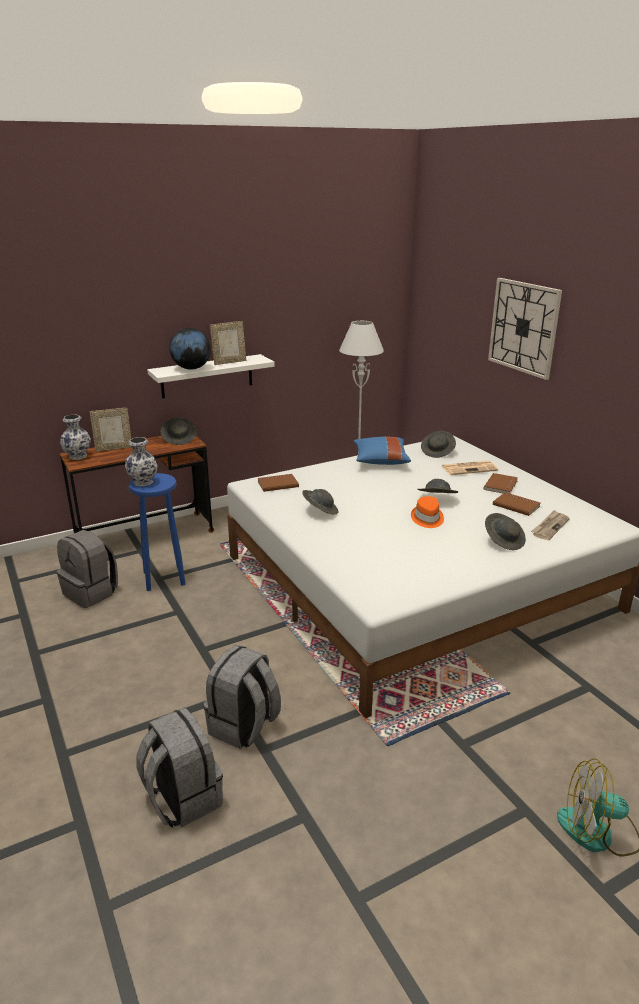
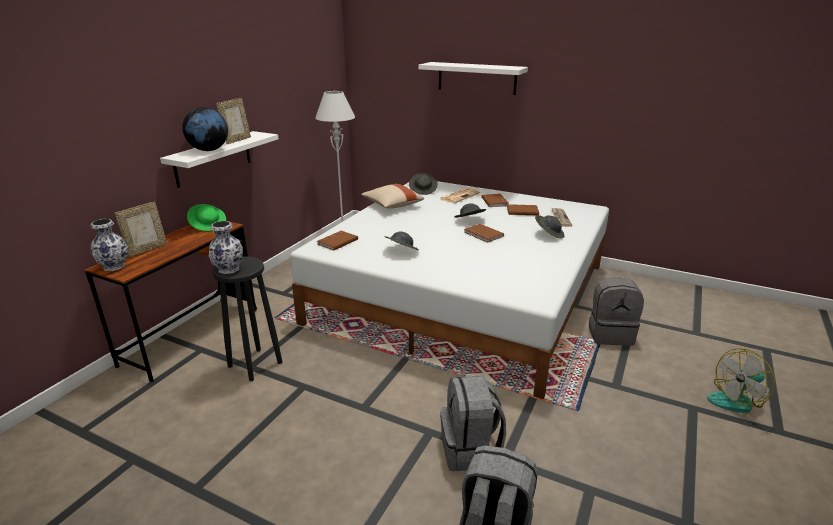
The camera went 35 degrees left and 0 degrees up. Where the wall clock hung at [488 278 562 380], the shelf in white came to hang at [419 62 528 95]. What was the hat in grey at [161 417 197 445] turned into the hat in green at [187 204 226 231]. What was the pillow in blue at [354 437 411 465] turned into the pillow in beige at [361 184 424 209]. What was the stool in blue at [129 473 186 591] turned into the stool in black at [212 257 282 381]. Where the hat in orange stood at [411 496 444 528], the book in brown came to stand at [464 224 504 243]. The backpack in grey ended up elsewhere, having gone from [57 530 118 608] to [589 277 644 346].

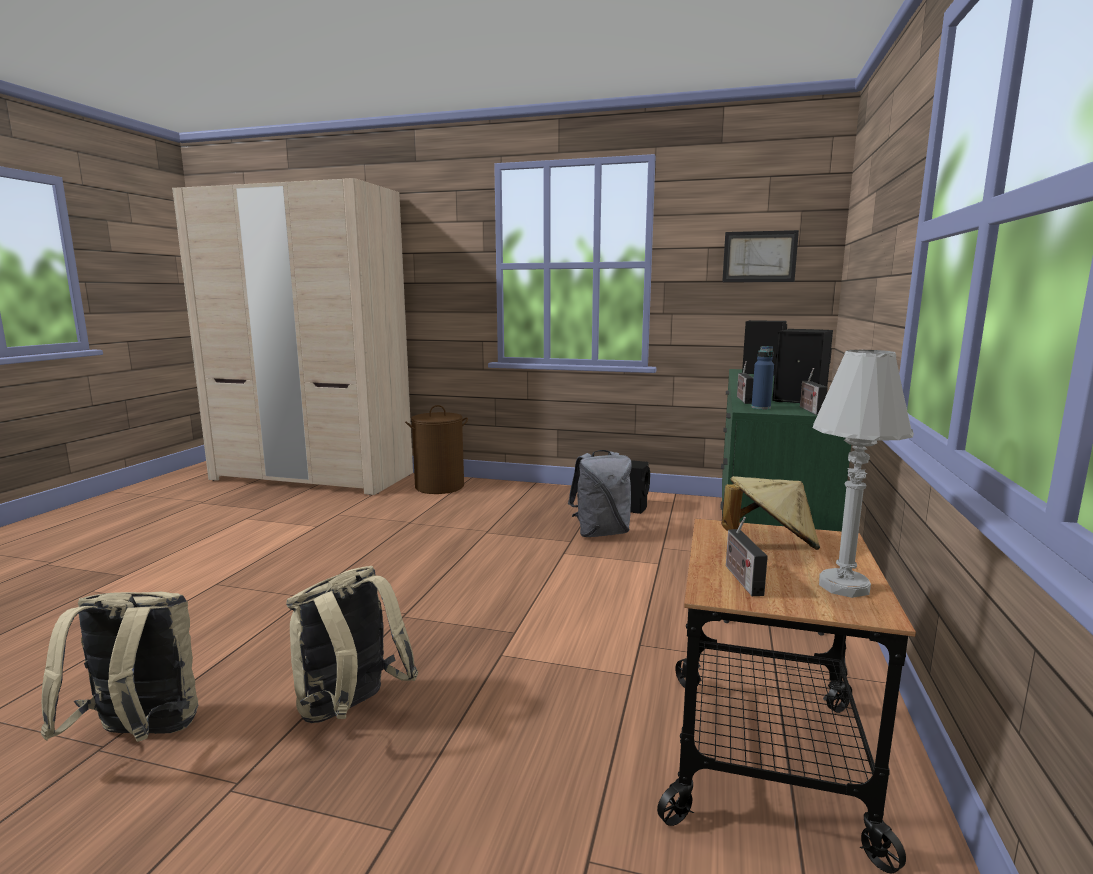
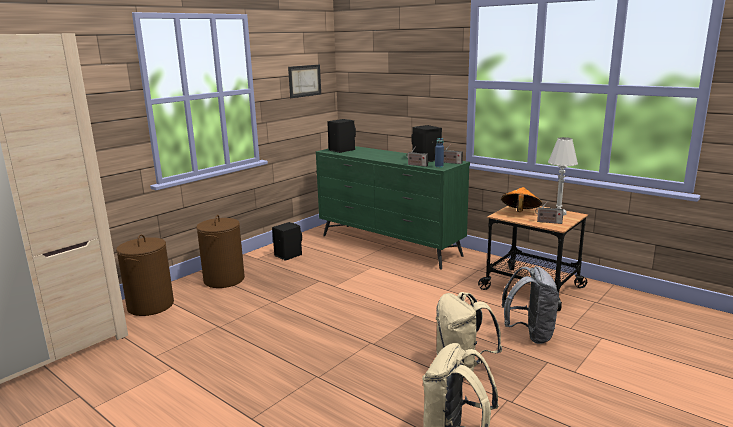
The camera went 65 degrees left and 5 degrees up. The backpack in grey ended up elsewhere, having gone from [568 450 632 537] to [502 266 559 344]. What was the hat in beige at [722 476 820 550] turned into the hat in orange at [501 187 542 212]. The second view gained the laundry basket in brown at [196 215 245 288].

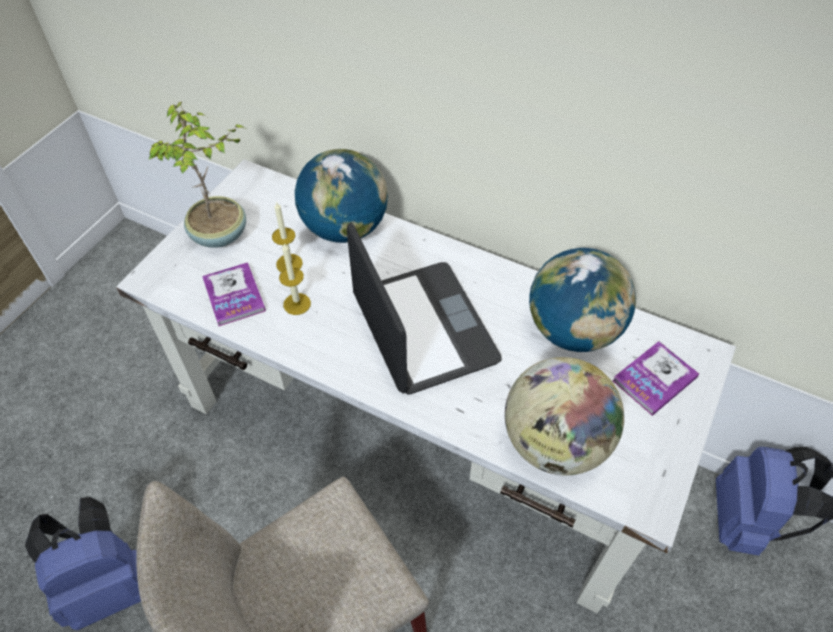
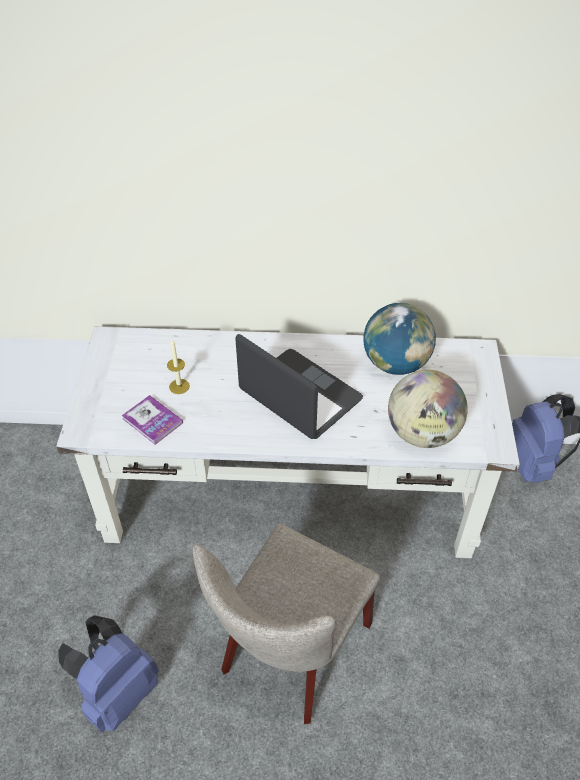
The camera went 25 degrees left and 5 degrees down. The second view lost the potted plant at [148 102 247 247]. The second view lost the globe at [295 149 388 243]. The second view lost the candle at [279 243 311 315]. The second view lost the book at [612 341 699 416].

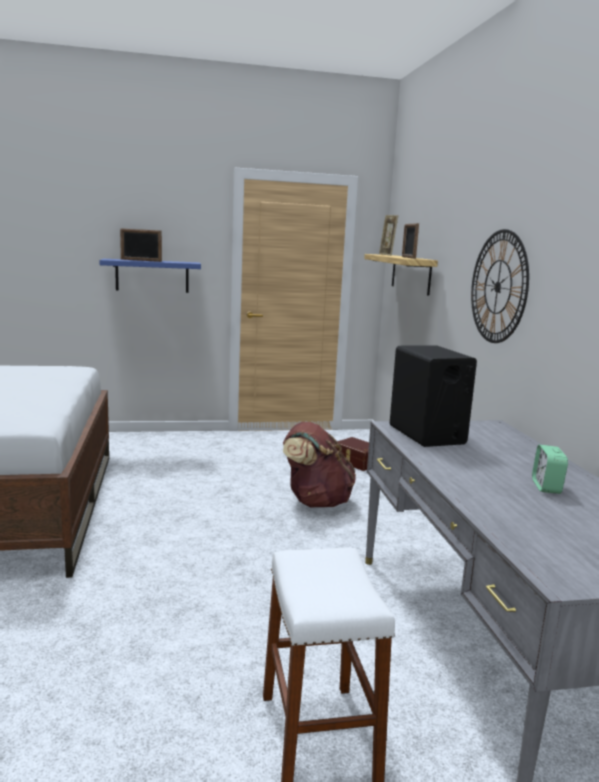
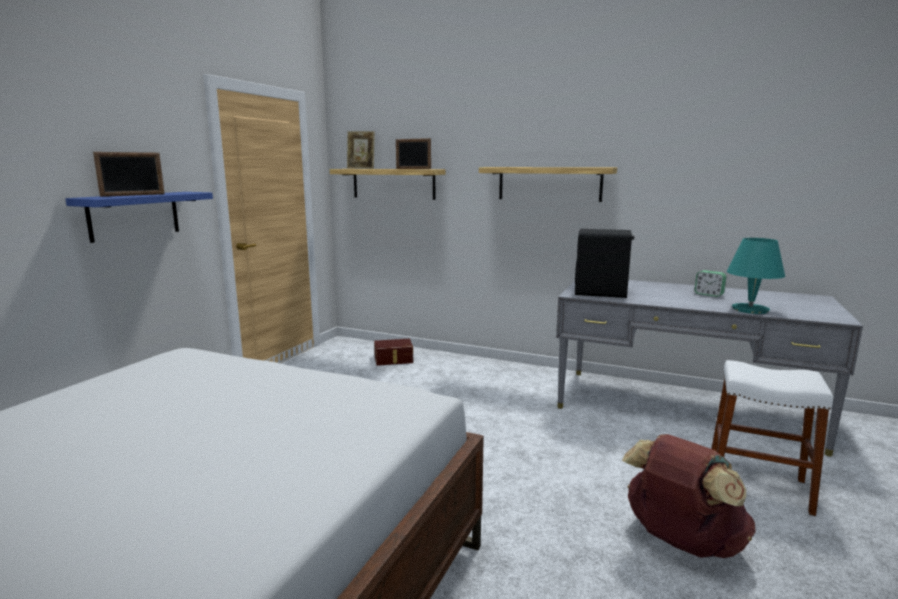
The camera went 55 degrees left and 0 degrees up. Where the wall clock hung at [471 229 529 343], the shelf came to hang at [479 167 617 202]. The backpack in brown ended up elsewhere, having gone from [283 422 356 507] to [622 434 755 558]. The second view gained the table lamp in turquoise at [727 238 785 314].

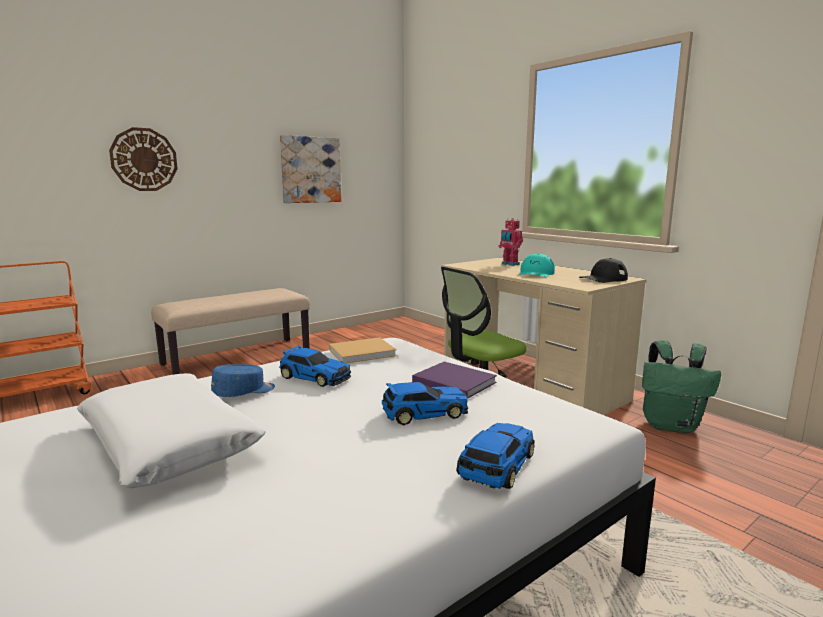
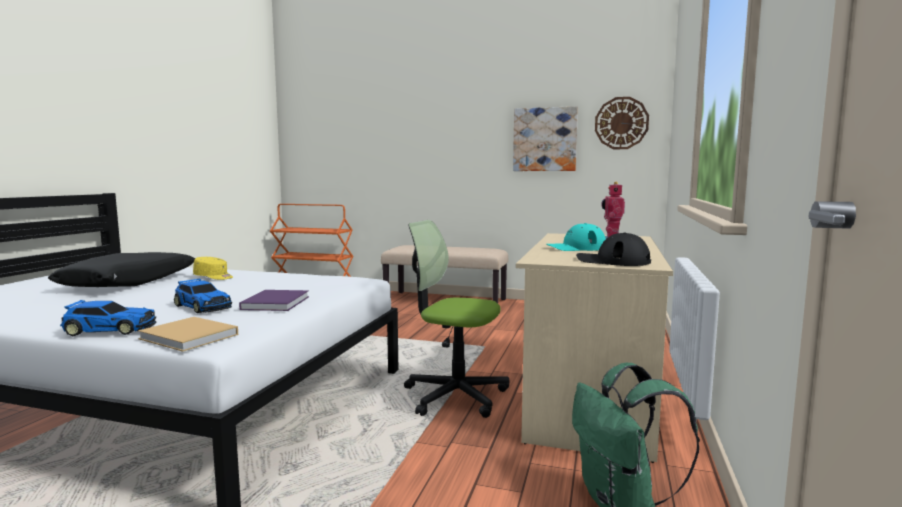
The camera went 55 degrees right and 5 degrees down. The wall clock ended up elsewhere, having gone from [109 127 178 191] to [595 97 649 149]. The book in beige ended up elsewhere, having gone from [329 337 397 363] to [138 317 238 352]. The second view lost the toy car at [279 345 351 387]. What was the cap in blue at [211 364 275 397] turned into the cap in yellow at [193 257 233 280]. What was the pillow in white at [77 373 266 488] turned into the pillow in black at [48 252 195 287].

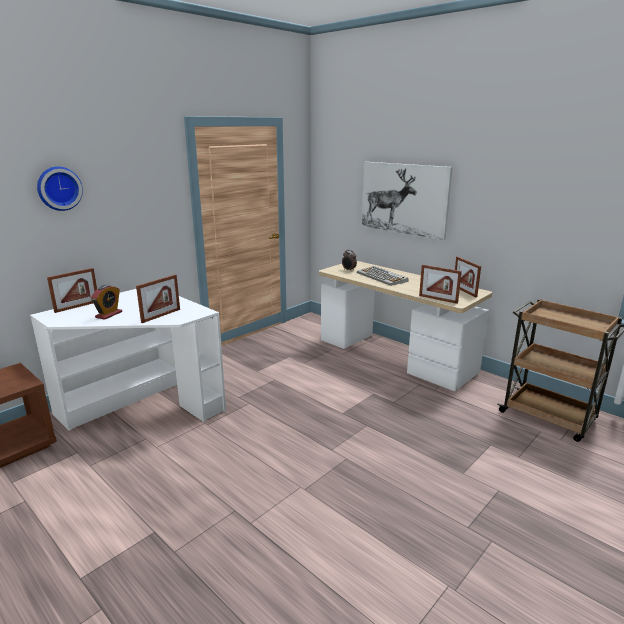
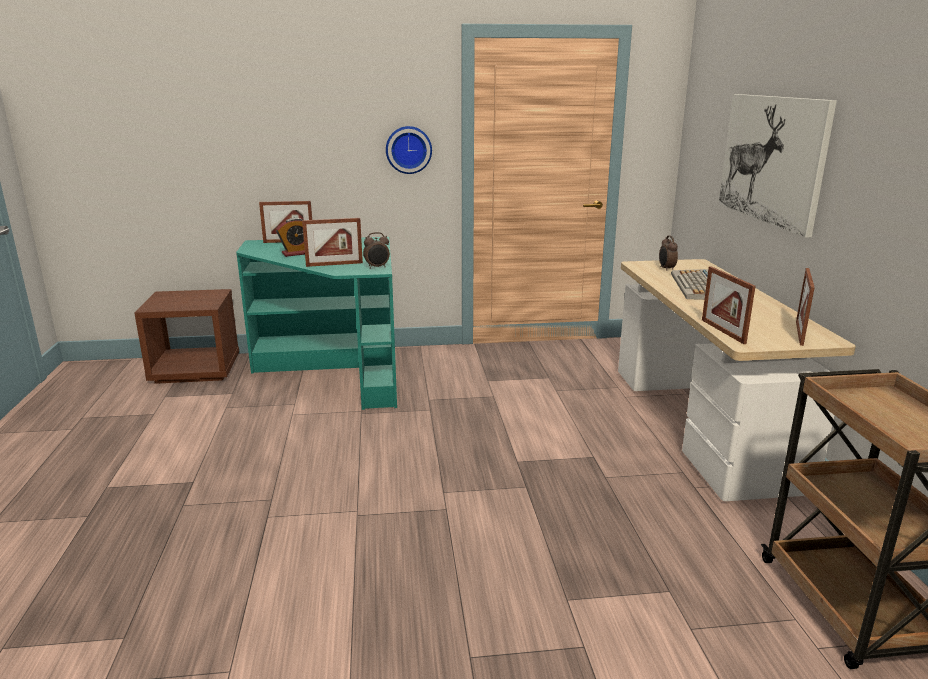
The camera went 40 degrees right and 0 degrees up. The wall clock ended up elsewhere, having gone from [37 166 83 211] to [386 126 432 174]. What was the desk in white at [30 289 226 431] turned into the desk in turquoise at [236 237 397 410]. The second view gained the alarm clock at [363 232 390 269].

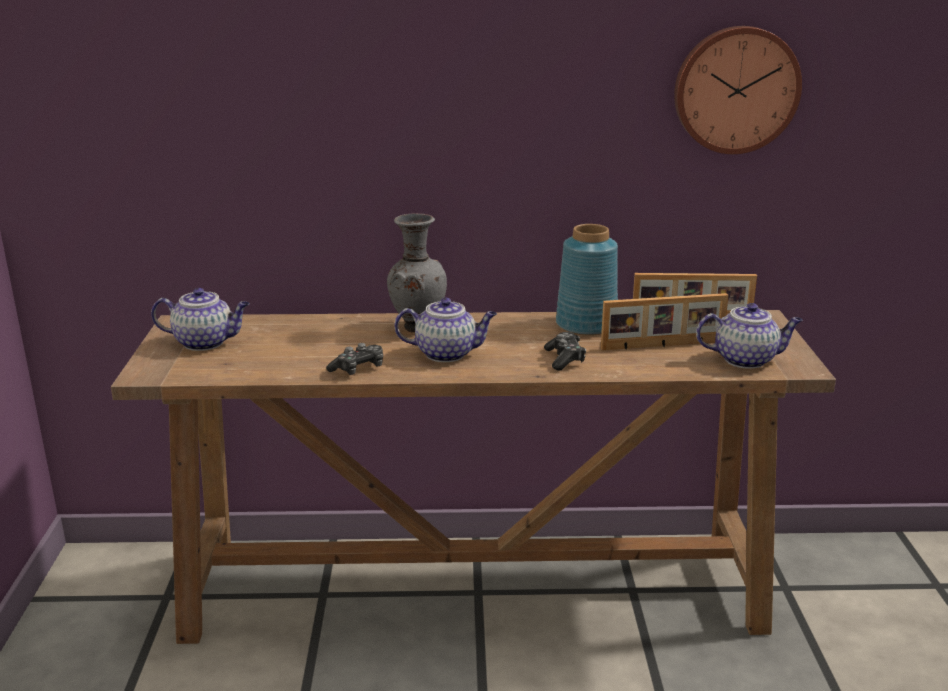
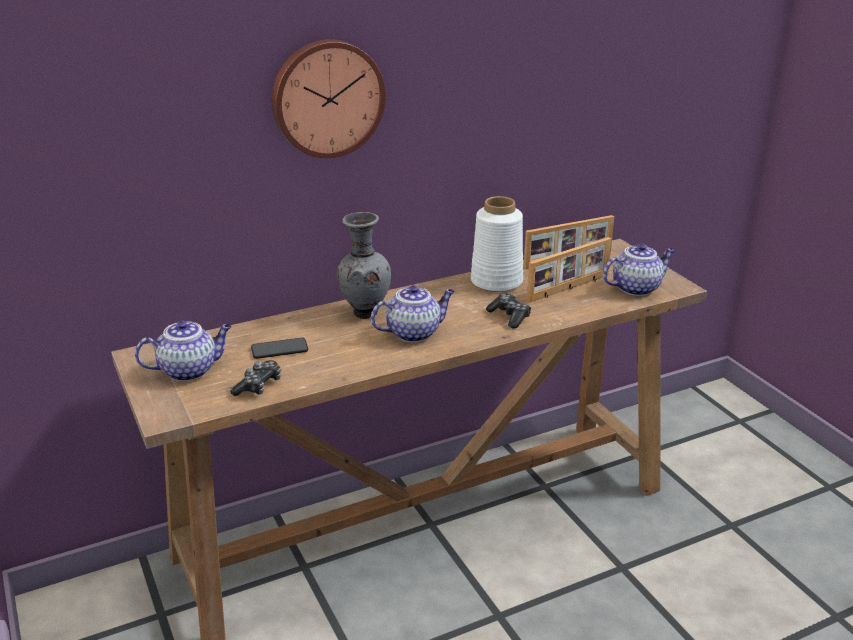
The camera went 25 degrees left and 5 degrees up. The wall clock ended up elsewhere, having gone from [674 26 802 154] to [272 39 386 158]. What was the vase in blue at [556 224 618 336] turned into the vase in white at [471 196 523 292]. The game controller ended up elsewhere, having gone from [326 343 383 375] to [230 360 281 396]. The second view gained the phone at [251 338 308 359].

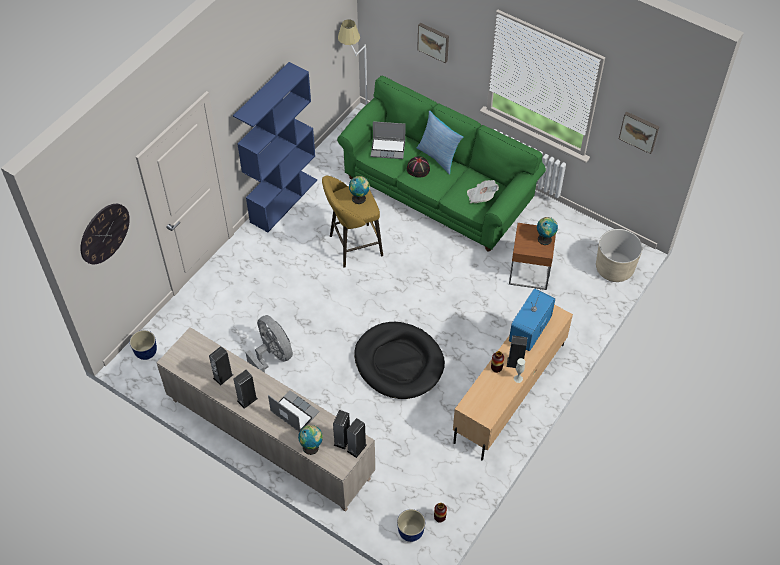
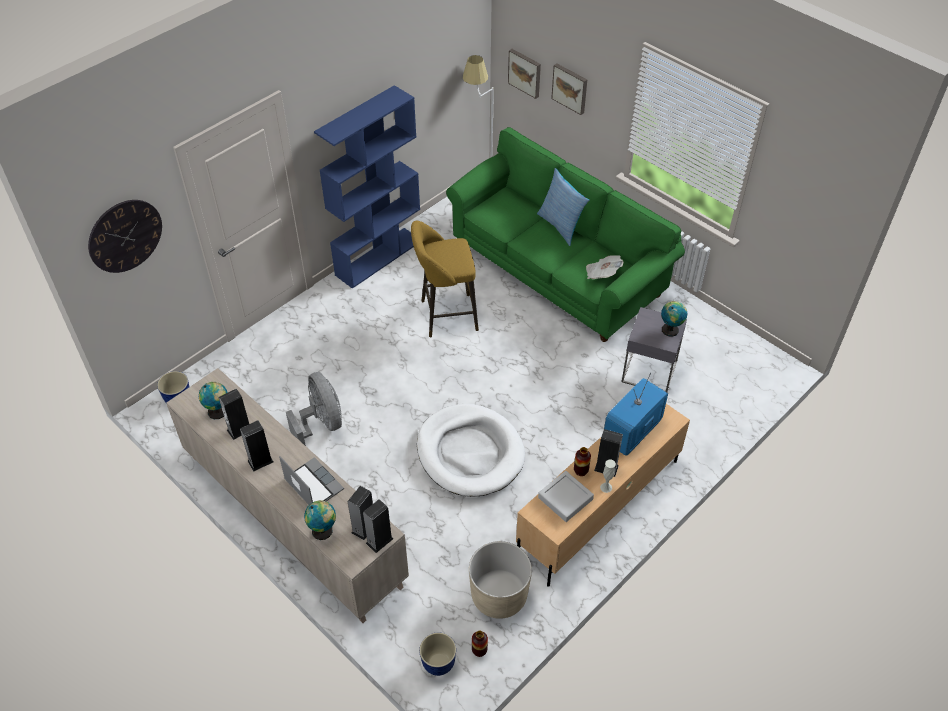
The camera went 10 degrees right and 5 degrees down. The picture ended up elsewhere, having gone from [619 112 659 154] to [508 49 541 99]. The second view lost the laptop at [371 121 406 159]. The second view lost the hat in black at [407 156 430 178]. The globe ended up elsewhere, having gone from [349 176 370 204] to [199 382 228 419]. What was the side table in brown at [509 223 556 290] turned into the side table in grey at [622 307 687 392]. The planter in beige ended up elsewhere, having gone from [596 229 642 282] to [469 541 532 619]. What was the dog bed in black at [354 322 445 399] turned into the dog bed in white at [417 404 525 497]. The second view gained the tray in grey at [538 471 594 522].

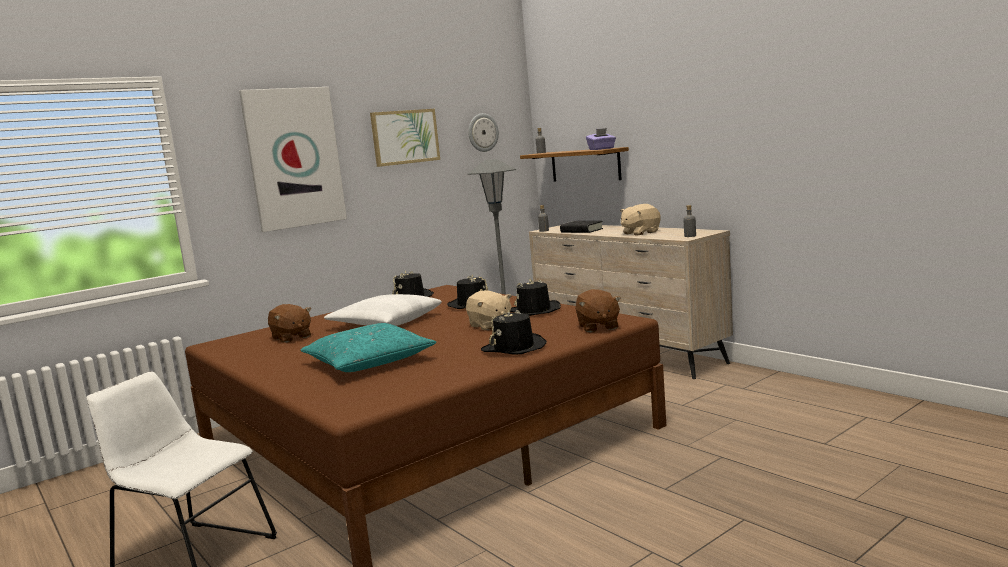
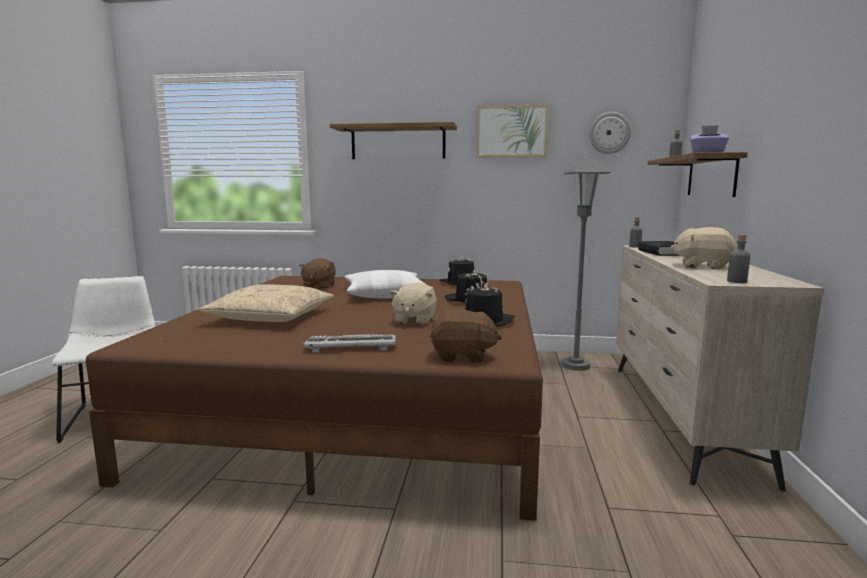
The camera went 45 degrees right and 0 degrees up. Where the picture hung at [239 87 347 232], the shelf came to hang at [330 122 457 159]. The plush toy in brown at [575 289 621 333] ended up facing another way, 120 degrees counterclockwise from before. Where the hat in black stood at [481 310 547 355], the keyboard came to stand at [303 334 396 352]. What was the pillow in turquoise at [300 323 436 372] turned into the pillow in beige at [199 284 334 322].

